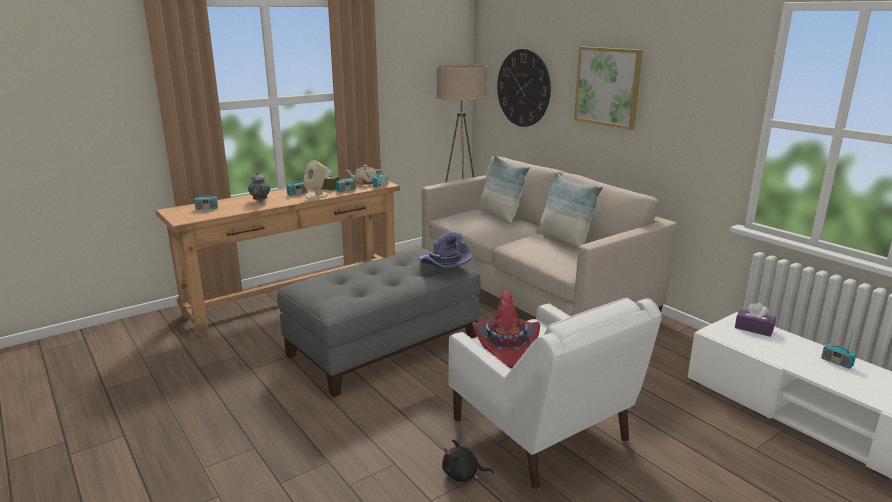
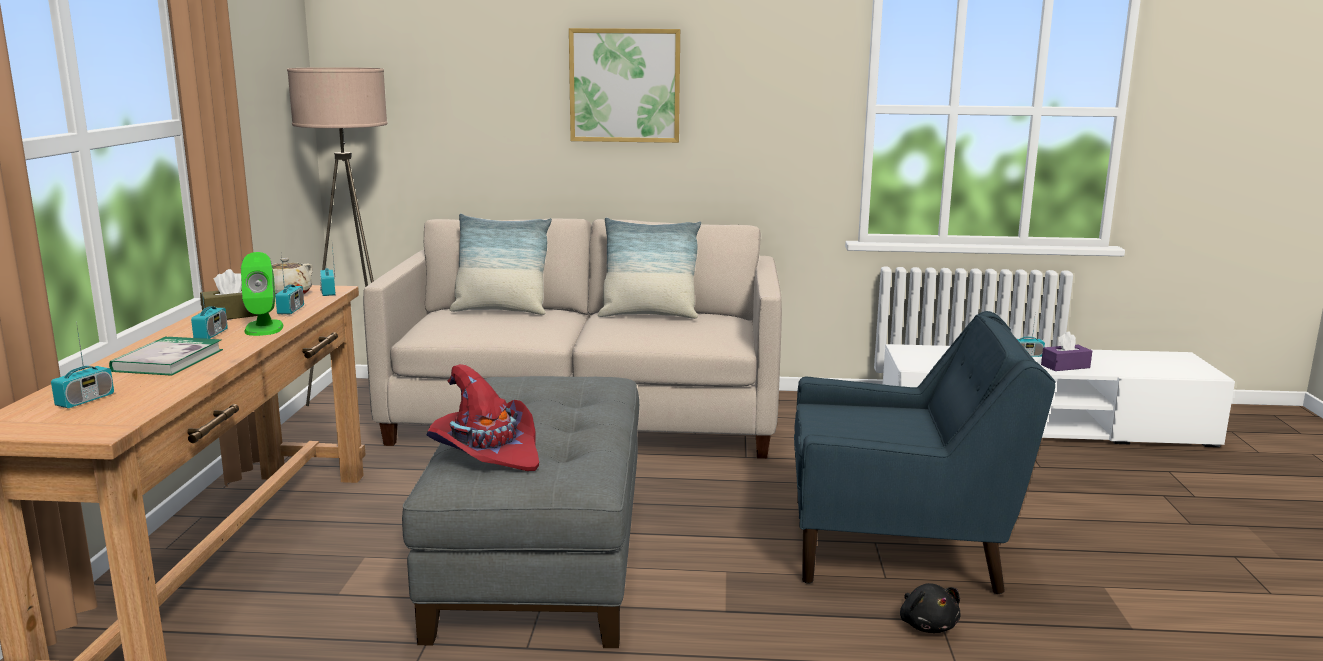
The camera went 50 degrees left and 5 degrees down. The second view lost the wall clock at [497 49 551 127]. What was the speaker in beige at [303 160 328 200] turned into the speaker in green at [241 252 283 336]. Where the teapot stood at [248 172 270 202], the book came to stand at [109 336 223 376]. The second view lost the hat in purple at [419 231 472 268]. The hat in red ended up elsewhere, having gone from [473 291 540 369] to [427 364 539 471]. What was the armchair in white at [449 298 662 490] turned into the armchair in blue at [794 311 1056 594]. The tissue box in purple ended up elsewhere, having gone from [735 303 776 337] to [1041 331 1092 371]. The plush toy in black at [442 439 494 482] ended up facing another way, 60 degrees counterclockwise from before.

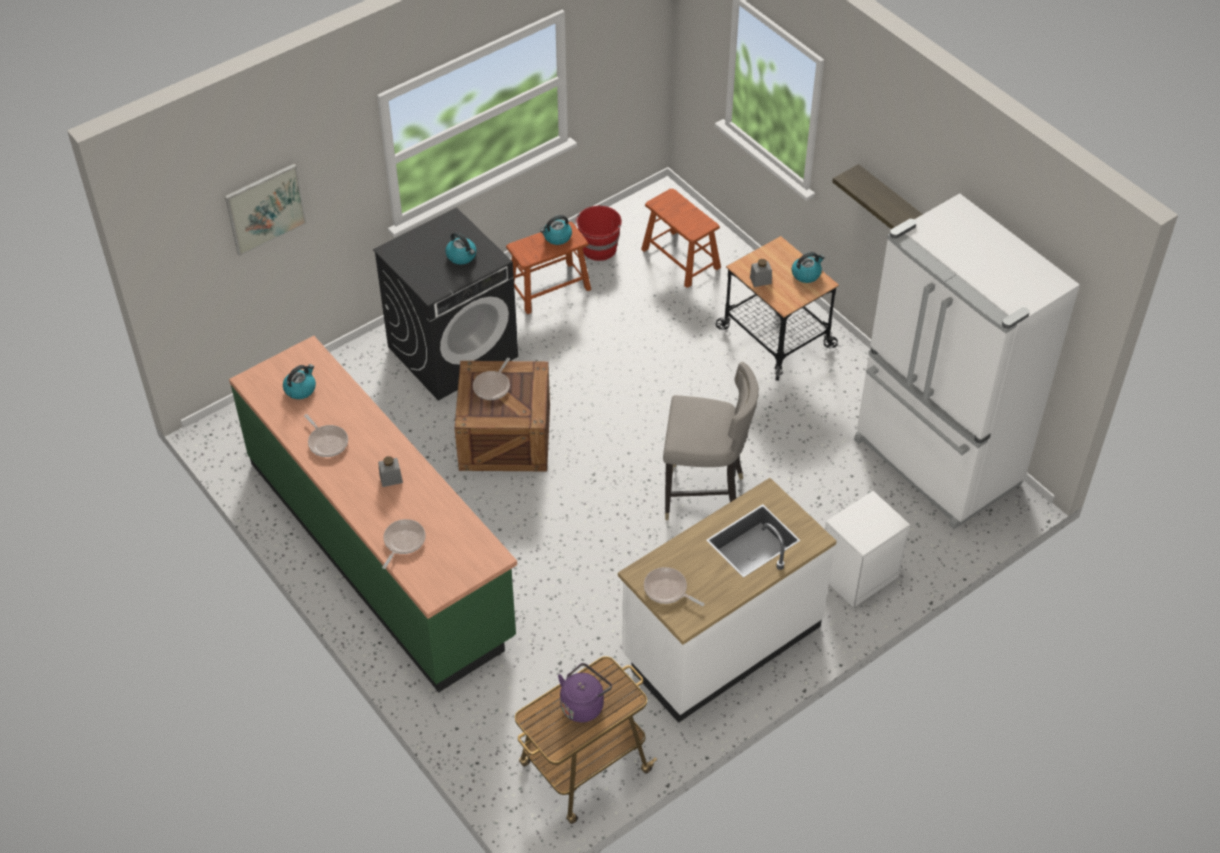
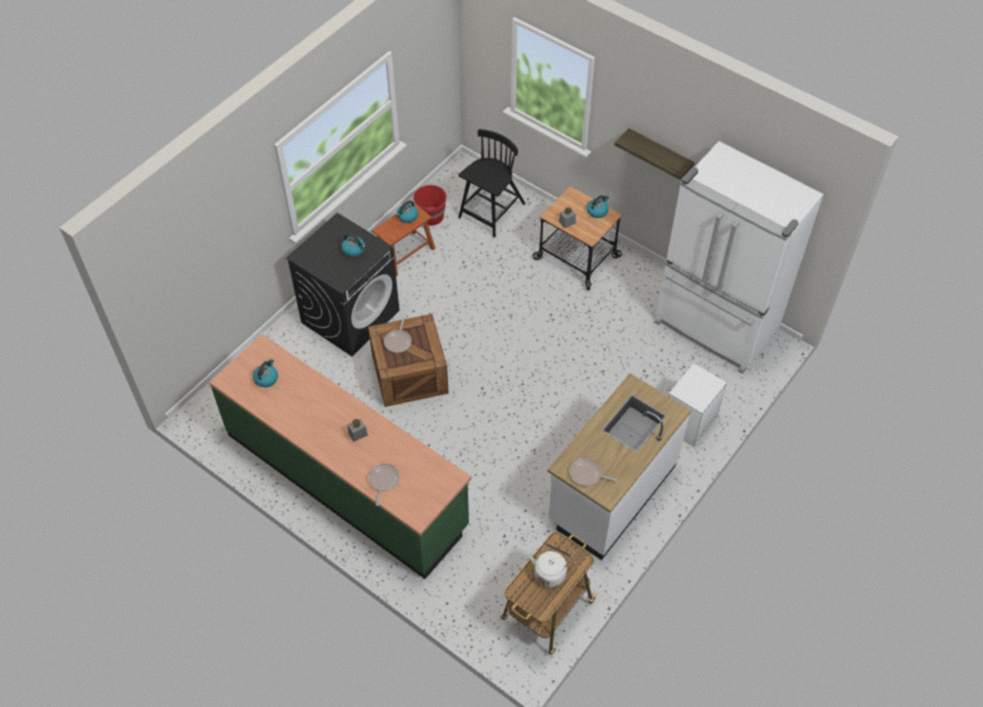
The camera went 15 degrees left and 5 degrees up. The second view lost the picture at [225 164 307 256]. Where the stool in brown stood at [641 189 721 288], the chair in black came to stand at [458 129 525 237]. The second view lost the stool in grey at [663 362 759 520]. The second view lost the frying pan at [304 414 348 457]. What was the kettle in purple at [558 663 612 722] turned into the kettle in white at [530 544 572 587].

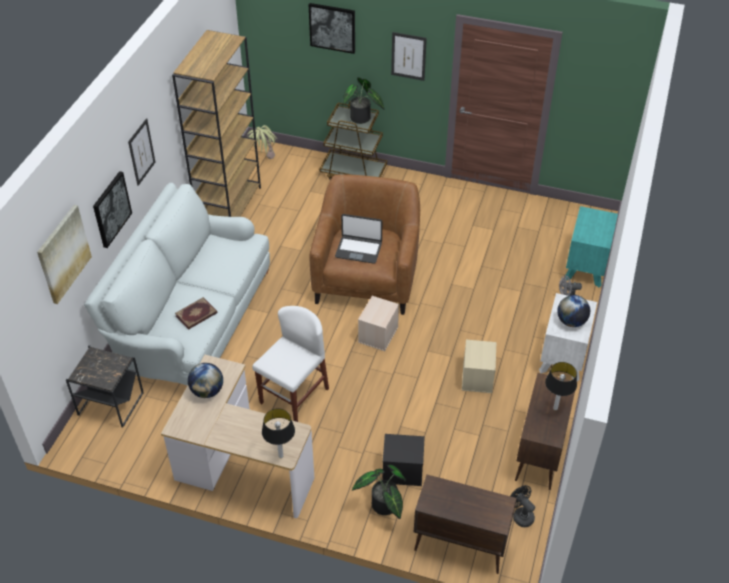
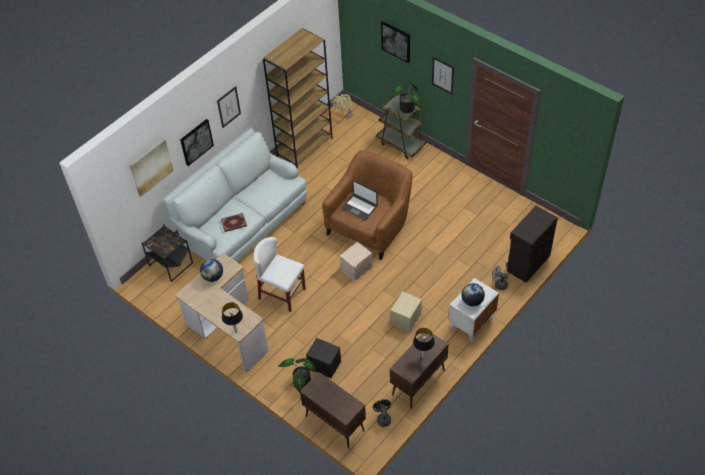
The camera went 25 degrees right and 5 degrees up. Where the nightstand in turquoise stood at [565 206 618 287], the cabinet in black came to stand at [506 206 558 283]. The chair in white at [252 306 329 422] ended up facing another way, 120 degrees counterclockwise from before.

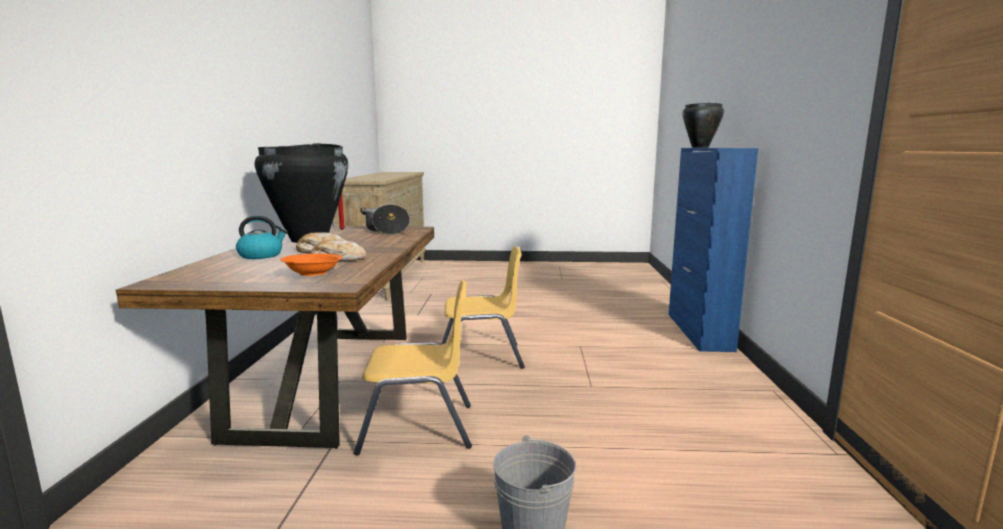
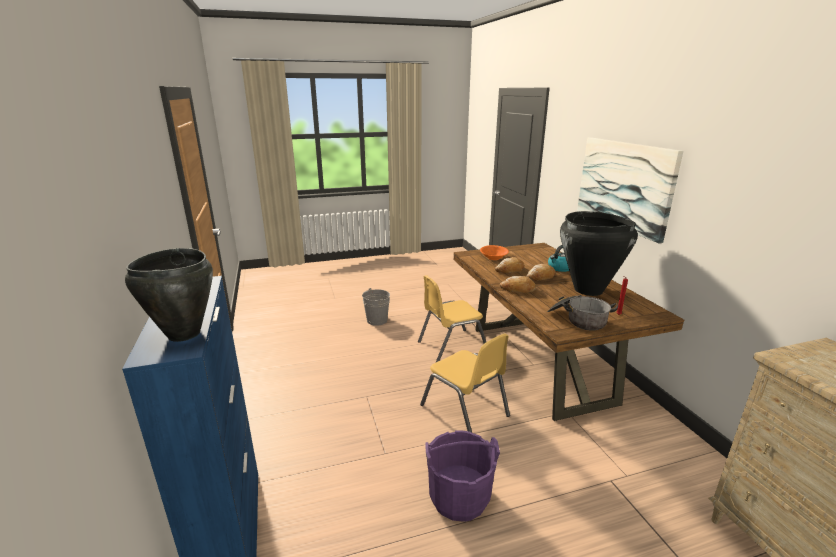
The camera went 160 degrees right and 10 degrees up. The chair in yellow at [441 246 525 369] ended up facing another way, 105 degrees counterclockwise from before. The second view gained the picture at [577 137 683 243]. The second view gained the bread at [500 276 536 293]. The second view gained the bucket in purple at [425 430 500 522].

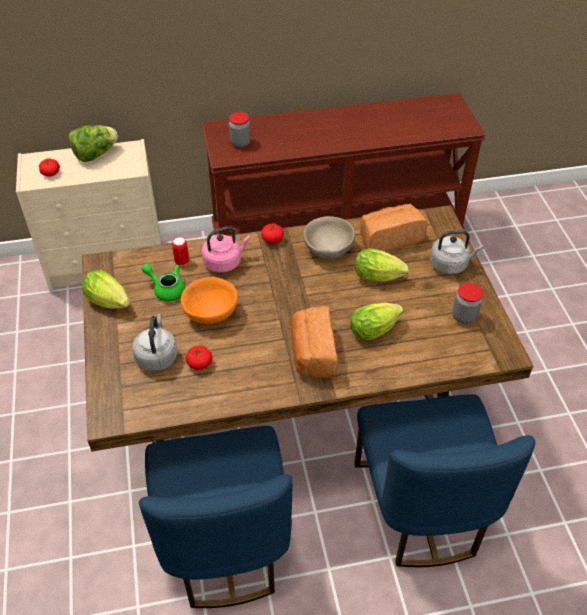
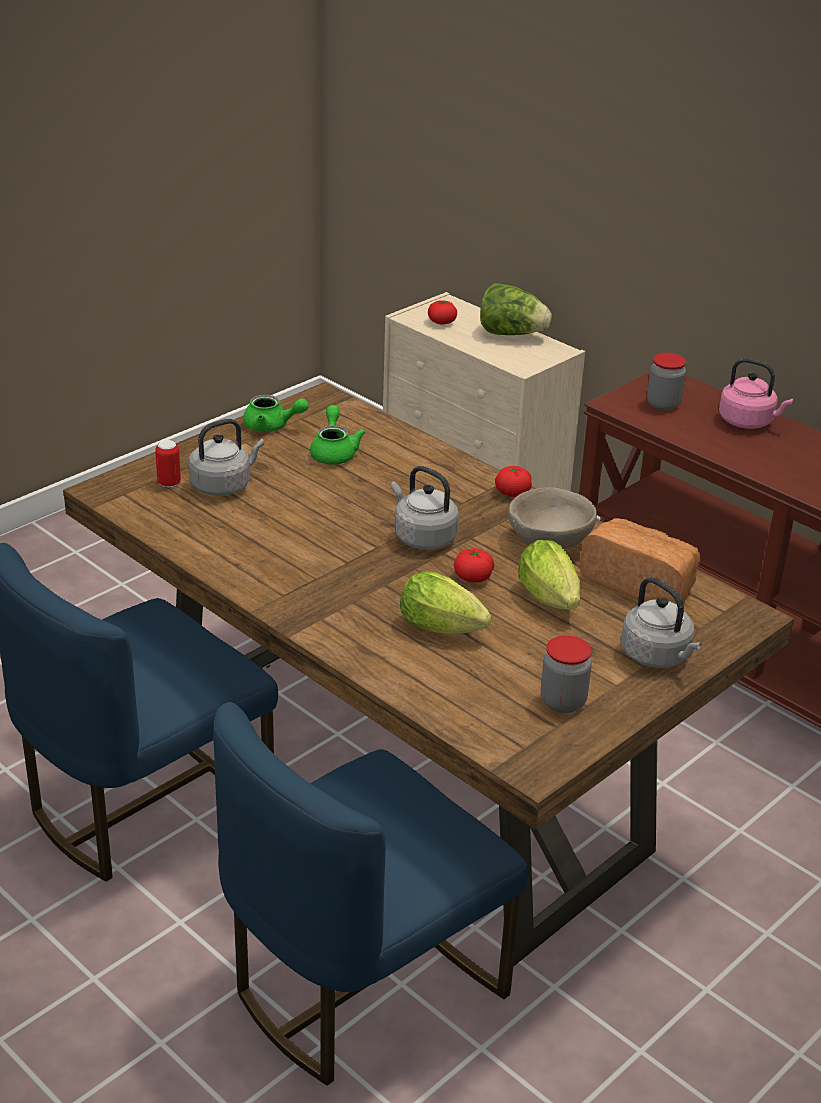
The camera went 55 degrees right and 15 degrees down. The kettle in pink ended up elsewhere, having gone from [202 226 251 273] to [719 358 793 429]. The can ended up elsewhere, having gone from [172 237 189 266] to [155 440 181 488]. Where the lettuce stood at [82 270 130 309], the teapot in green came to stand at [243 395 309 432]. The second view lost the bowl in orange at [181 277 238 324]. The second view lost the bread at [291 306 337 378]. The tomato ended up elsewhere, having gone from [185 345 213 370] to [454 548 494 582]. The second view gained the kettle in grey at [391 466 459 550].

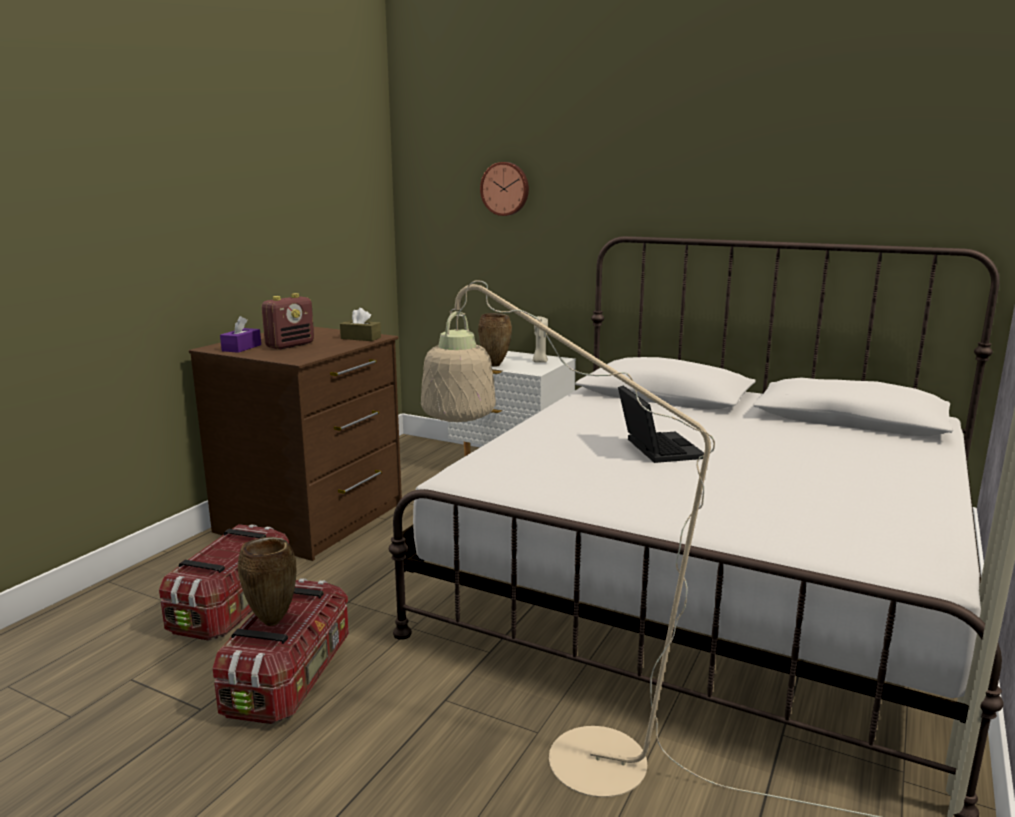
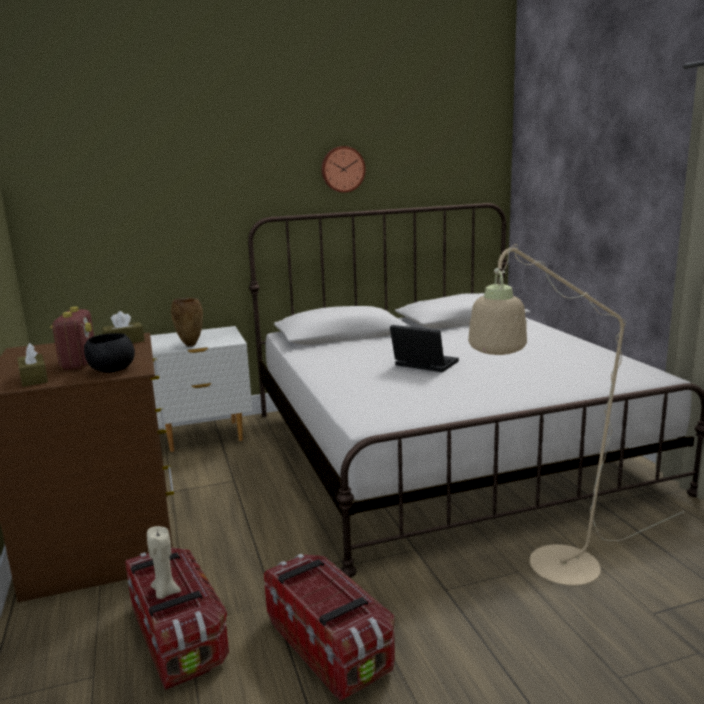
The camera went 45 degrees left and 0 degrees up. The wall clock ended up elsewhere, having gone from [480 162 529 216] to [321 146 366 193]. What was the tissue box in purple at [220 316 261 353] turned into the tissue box in brown at [17 343 48 387]. The candle in beige ended up elsewhere, having gone from [533 316 548 363] to [147 526 181 599]. The second view lost the vase in brown at [238 537 296 626]. The second view gained the bowl in black at [84 333 135 373].

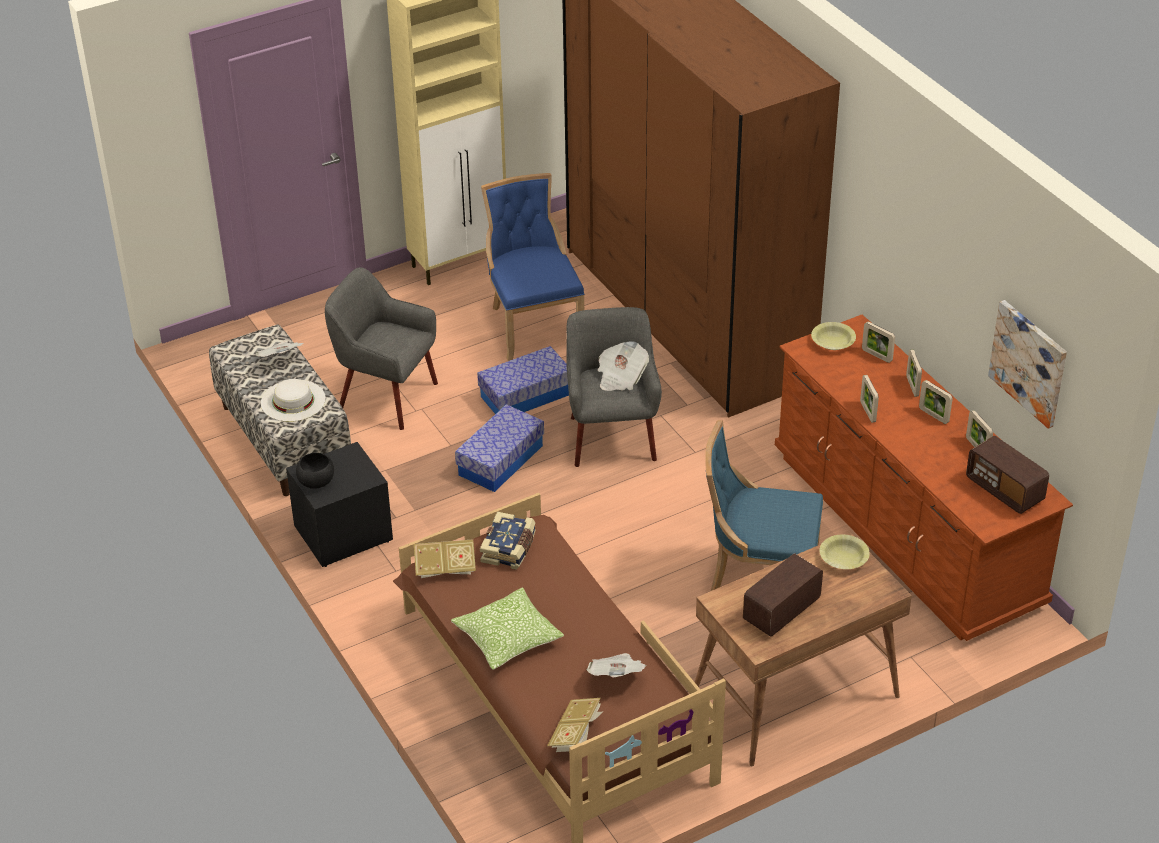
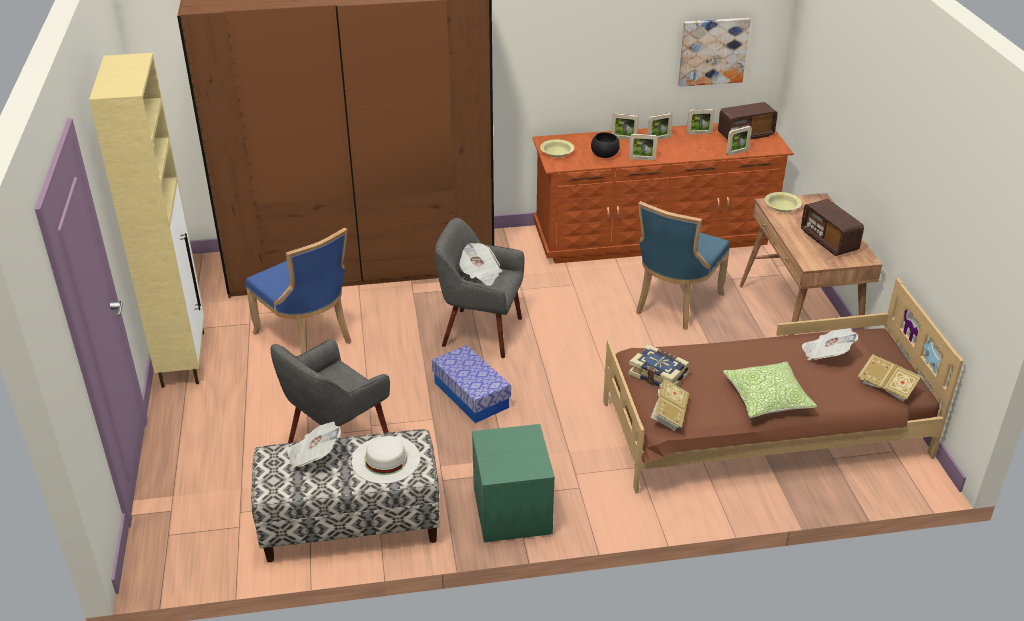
The camera went 70 degrees left and 5 degrees down. The chair in blue at [481 173 584 361] ended up facing another way, 135 degrees counterclockwise from before. The picture frame ended up elsewhere, having gone from [862 322 895 363] to [726 126 752 156]. The second view lost the storage box at [477 346 569 414]. What was the nightstand in black at [286 442 393 567] turned into the nightstand in green at [472 424 555 542]. The bowl in black ended up elsewhere, having gone from [296 453 334 489] to [591 132 620 158].

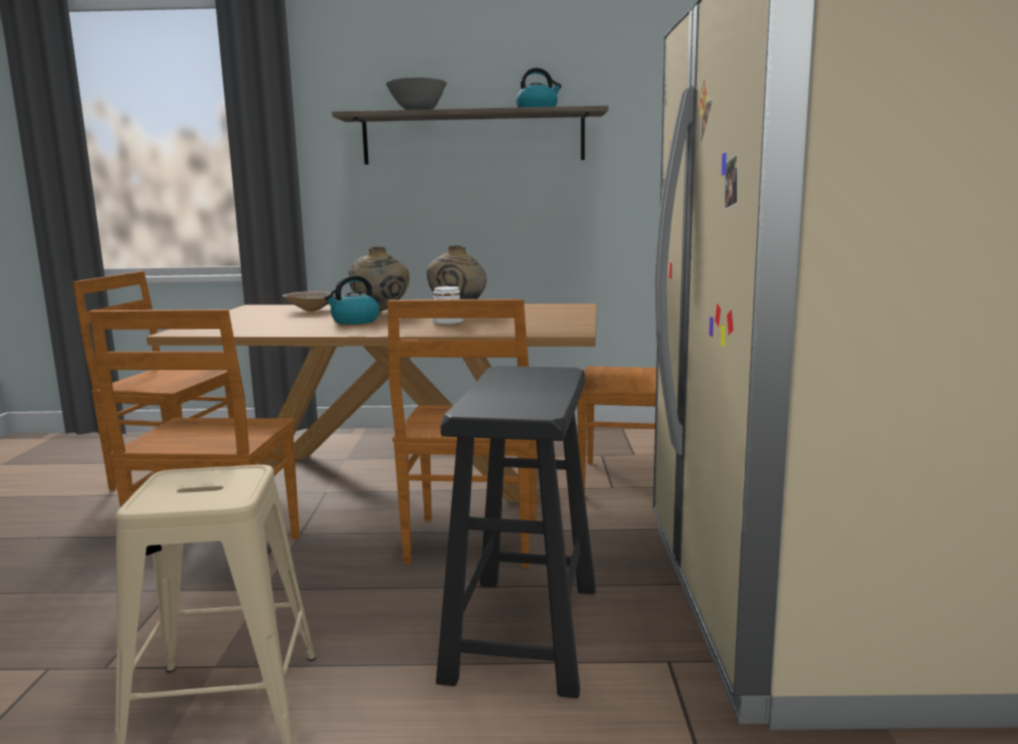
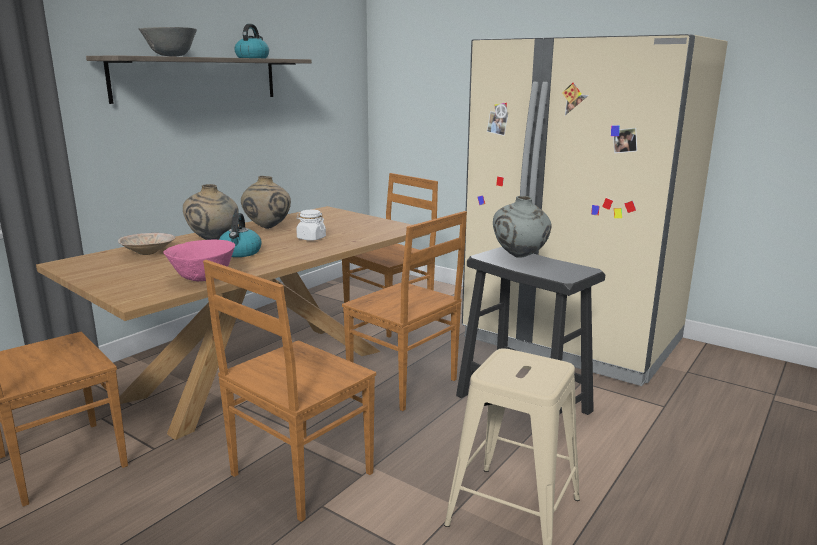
The camera went 55 degrees left and 5 degrees up. The chair in brown at [89 309 299 539] ended up facing another way, 90 degrees clockwise from before. The second view gained the vase in grey at [493 196 551 258]. The second view gained the bowl in pink at [163 240 235 281].

